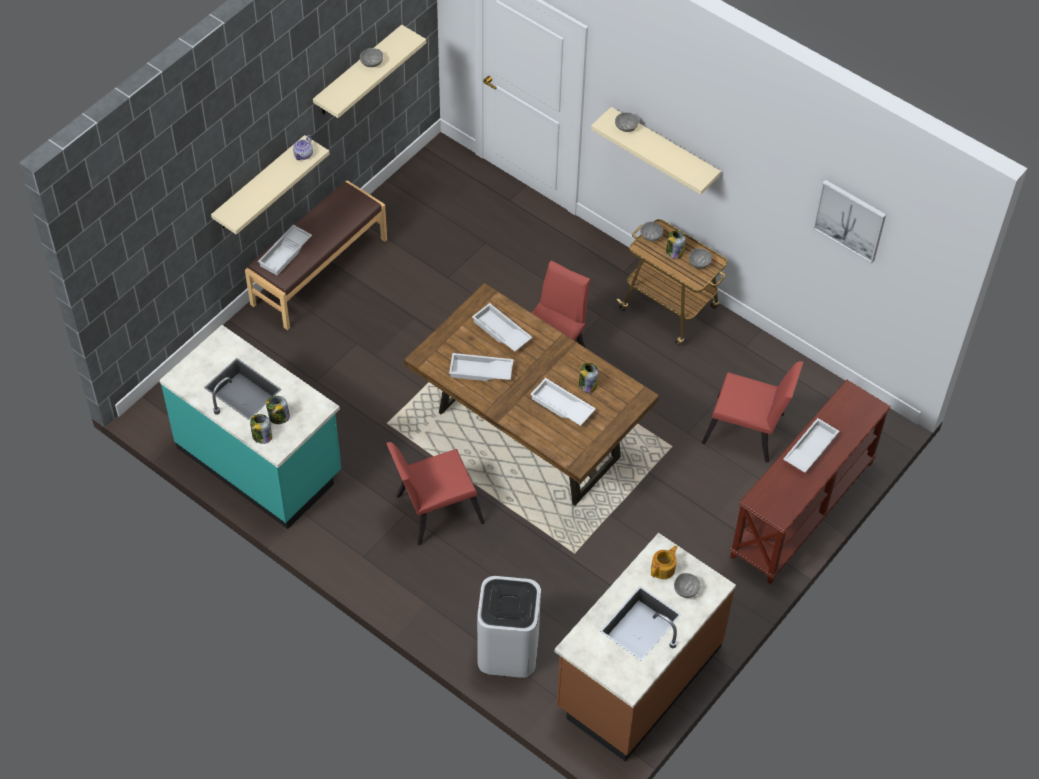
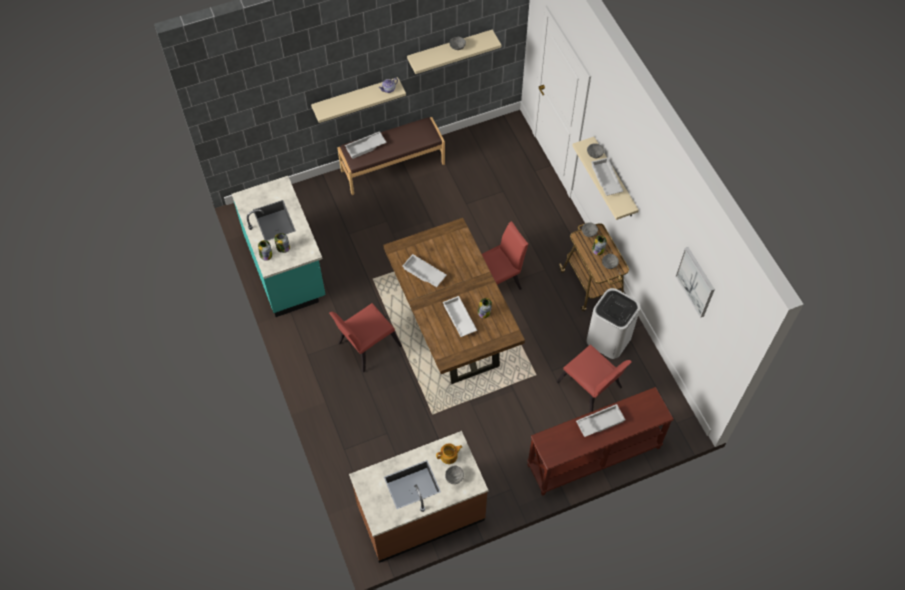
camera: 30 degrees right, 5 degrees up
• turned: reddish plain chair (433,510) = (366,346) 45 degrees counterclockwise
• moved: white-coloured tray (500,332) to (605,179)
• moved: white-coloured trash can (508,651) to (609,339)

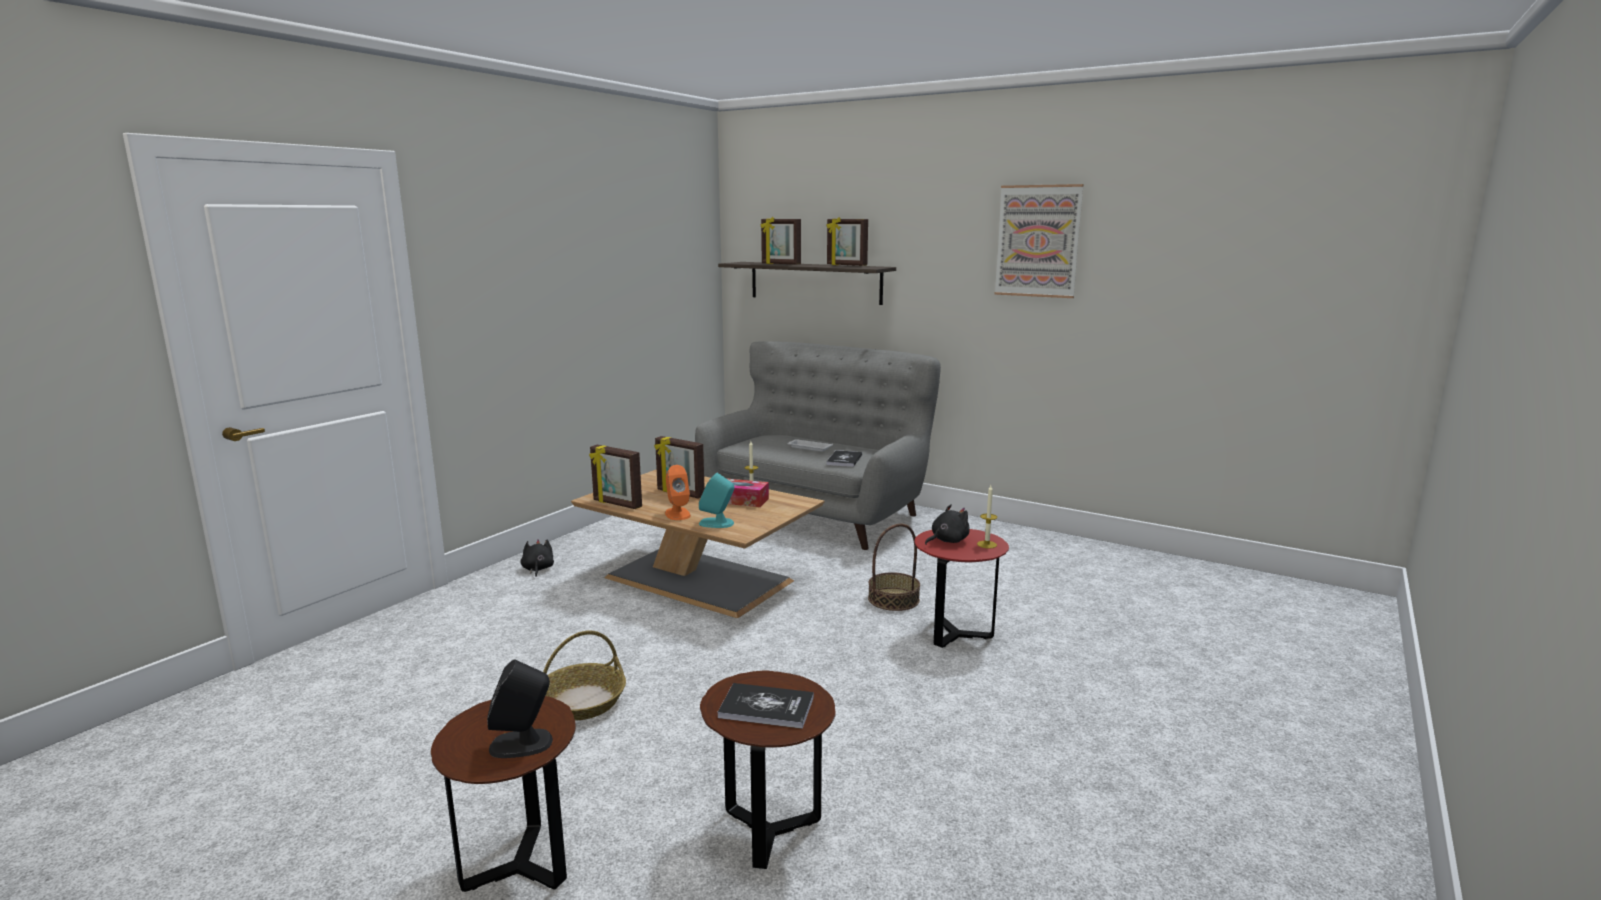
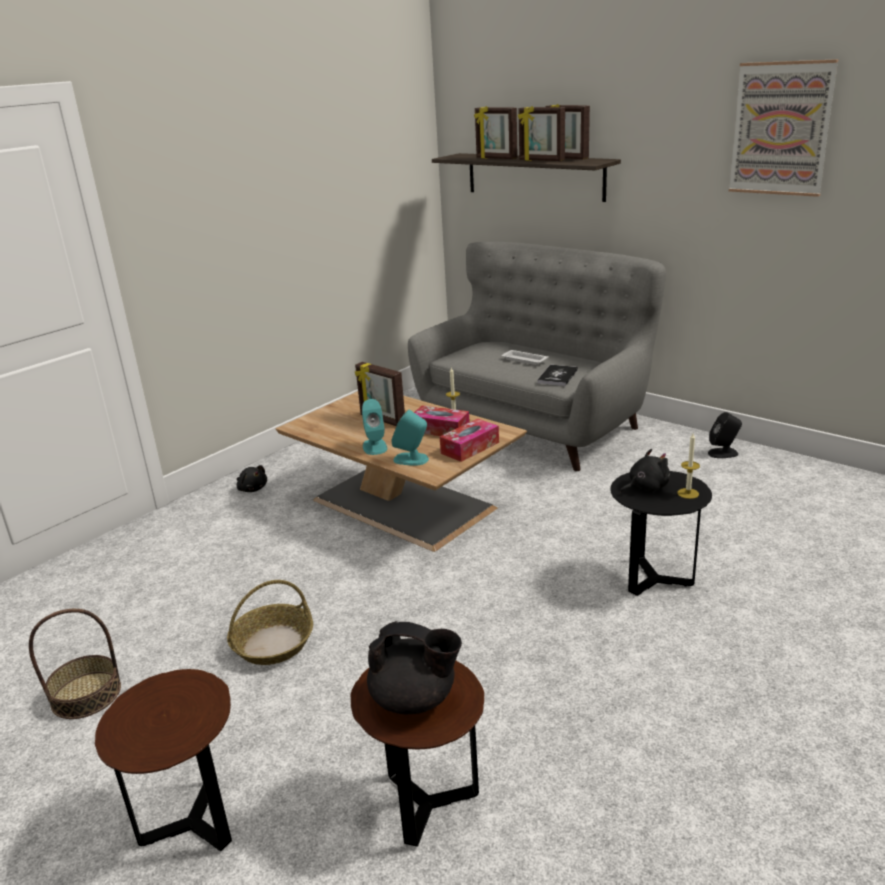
camera: 10 degrees right, 10 degrees up
• moved: black audio speaker (522,744) to (723,453)
• turned: black soft toy (537,569) = (252,489) 135 degrees clockwise
• moved: photo frame (617,504) to (541,160)
• recoloured: orange-coloured audio speaker (677,514) to blue-green audio speaker (374,447)
• replaced: bound book (766,707) to black pot for tea (415,699)
• moved: basket (893,599) to (86,695)
• recoloured: reddish side table (956,635) to black side table (655,580)
• added: box of tissues (470,448)

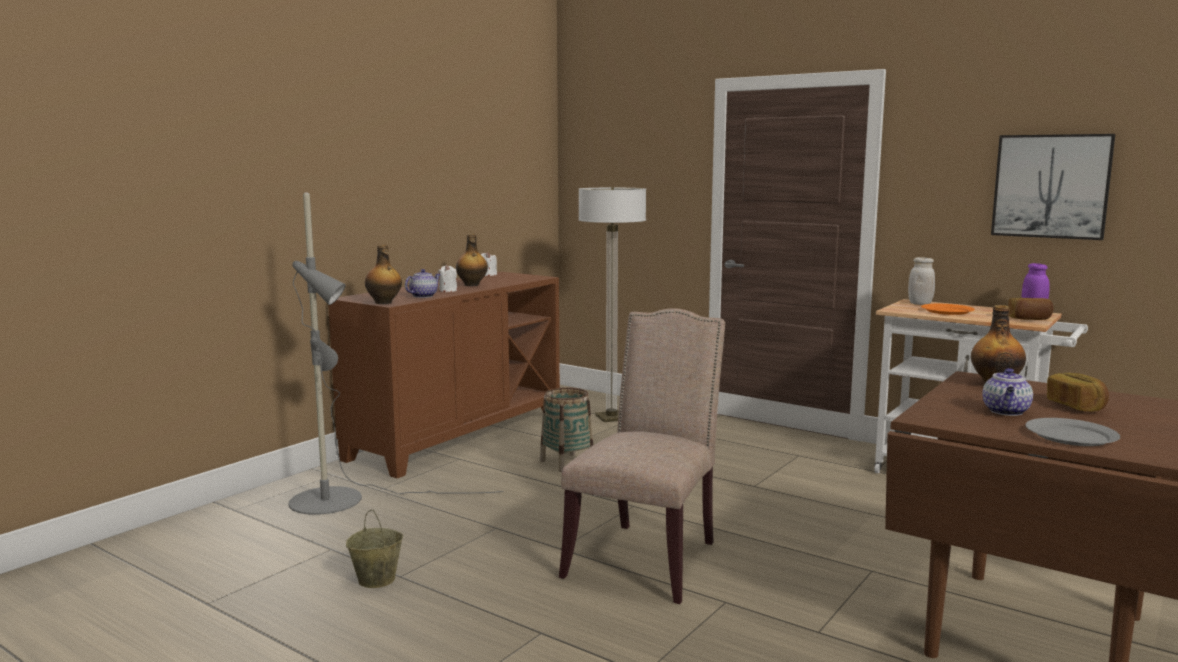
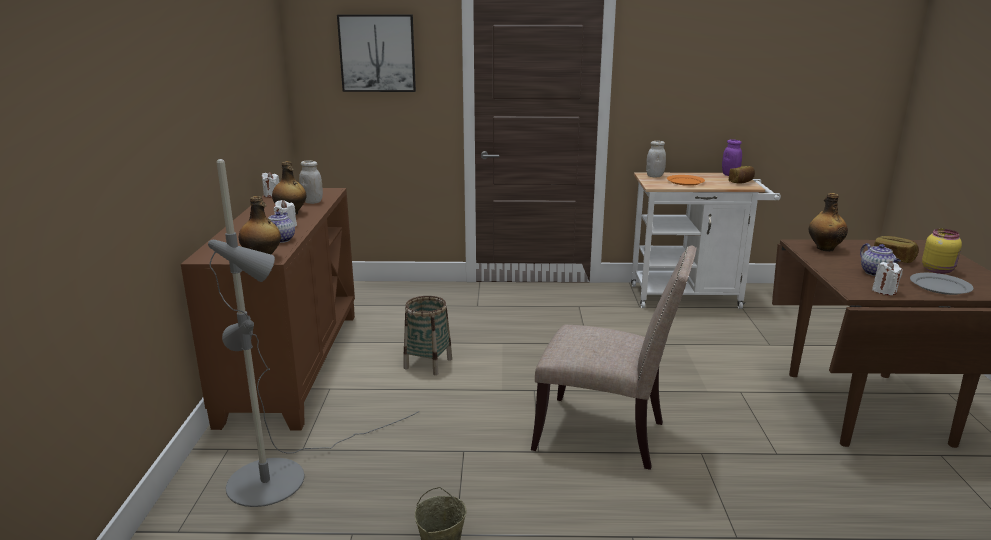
camera: 35 degrees left, 10 degrees up
• turned: sand-coloured plain chair (647,557) = (606,435) 120 degrees clockwise
• removed: standing lamp (611,418)
• moved: picture (1051,186) to (377,53)
• added: white-coloured preserve jar (312,202)
• added: white-coloured candle (884,291)
• added: yellow-coloured preserve jar (938,270)

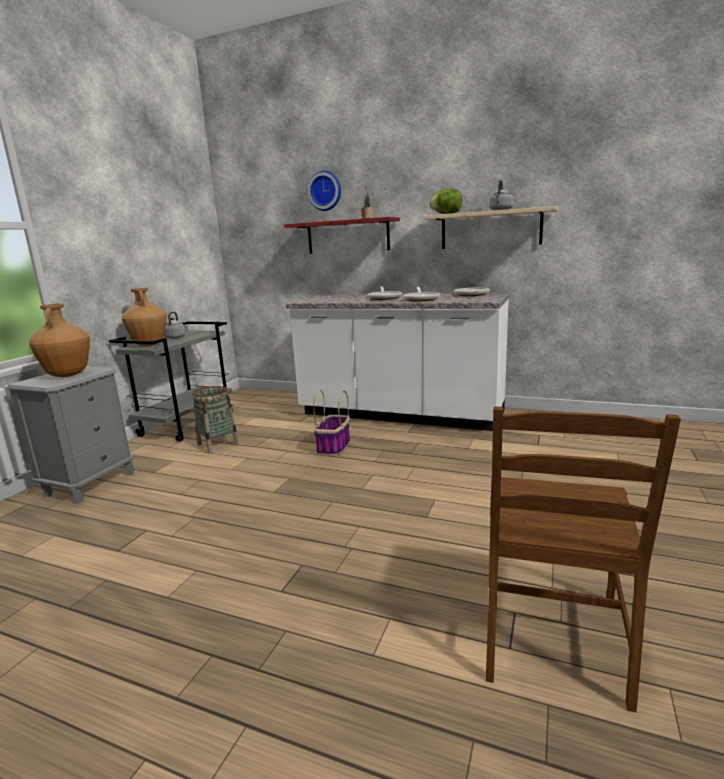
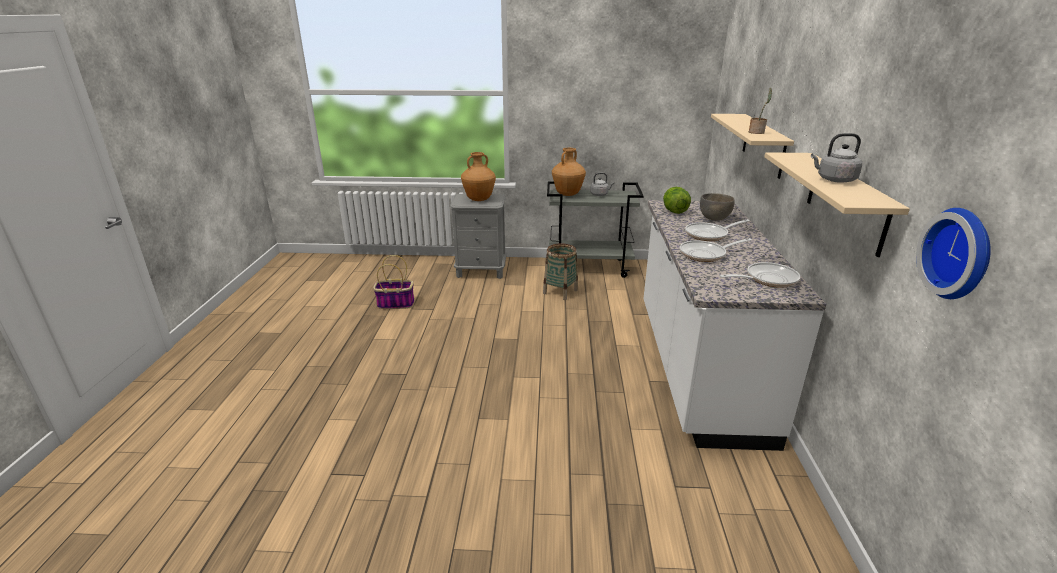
camera: 70 degrees right, 10 degrees up
• recoloured: reddish wall shelf (347,236) to sand-coloured wall shelf (763,145)
• moved: hanging clock (325,191) to (960,253)
• moved: basket (333,447) to (395,304)
• moved: lettuce (446,214) to (674,211)
• removed: brownish plain chair (553,637)
• added: gray deep dish (714,219)

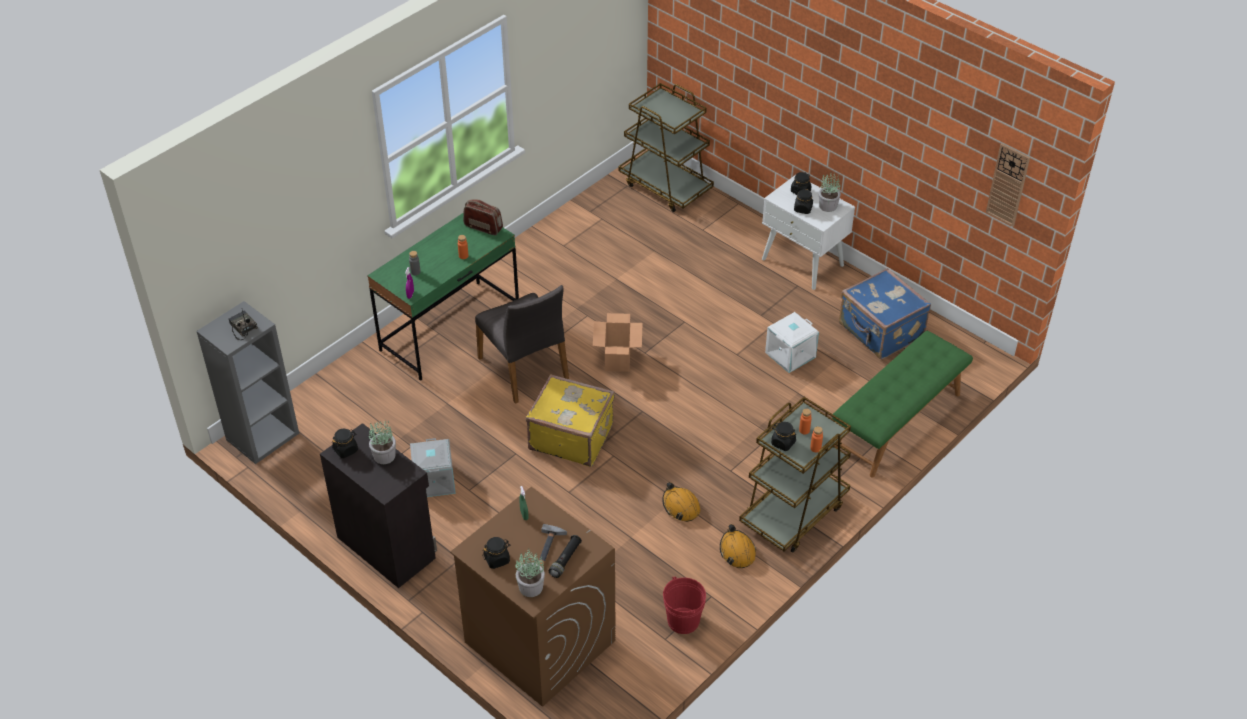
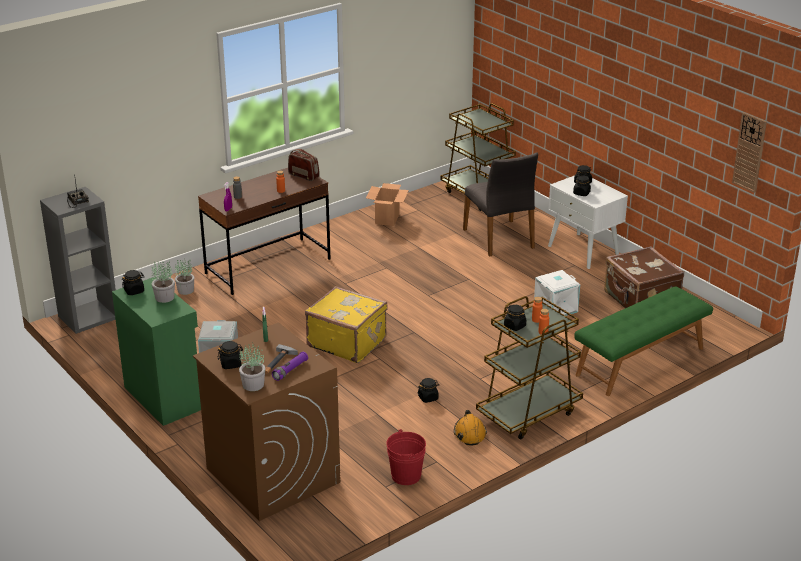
camera: 10 degrees right, 15 degrees down
• recoloured: black cupboard (387,546) to green cupboard (164,397)
• recoloured: green desk (450,330) to brownish desk (268,266)
• moved: gray plain chair (525,369) to (499,238)
• recoloured: black flashlight (565,560) to purplish flashlight (290,370)
• moved: packing box (617,358) to (387,218)
• replaced: orange-coloured work helmet (681,506) to black preserve jar (428,398)
• moved: houseplant (828,205) to (186,290)
• recoloured: bluish travel case (880,332) to brownish travel case (640,301)

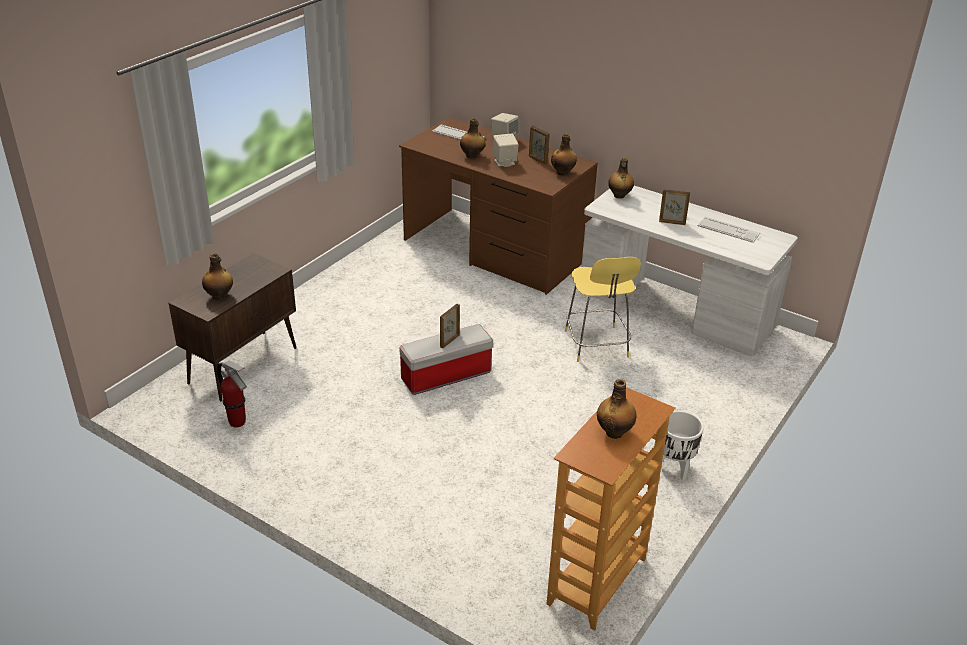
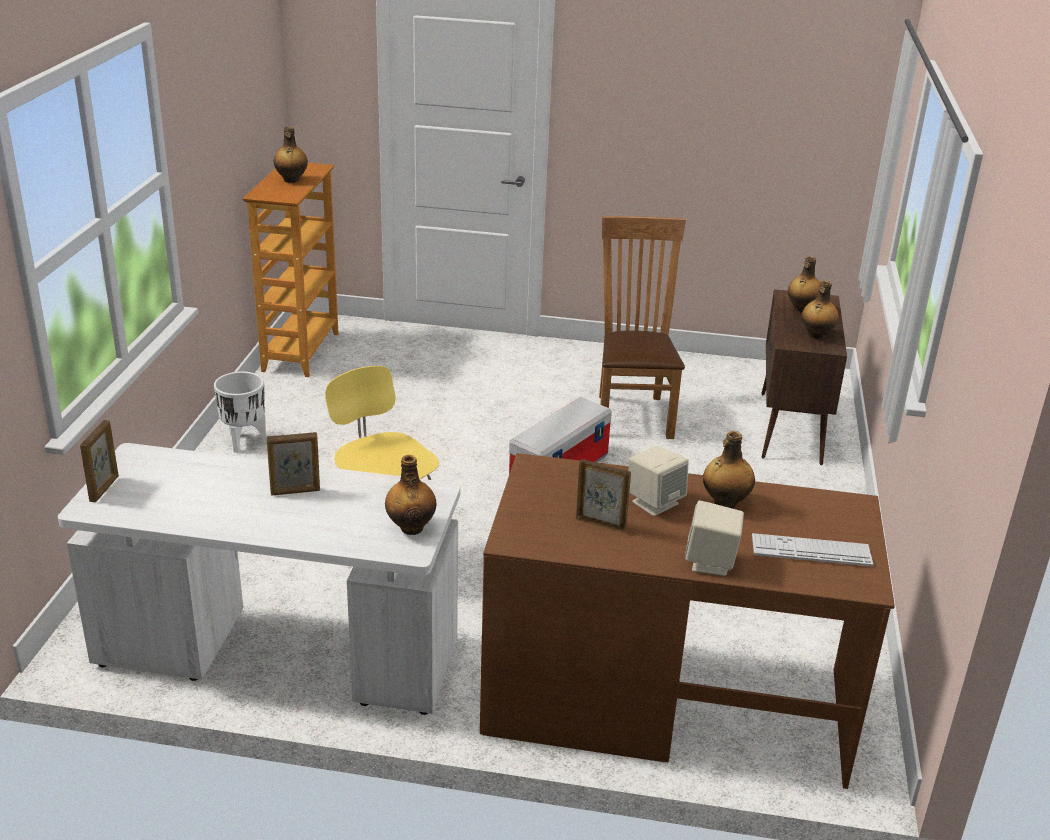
camera: 155 degrees right, 5 degrees down
• removed: extinguisher (238,422)
• moved: photo frame (449,341) to (105,488)
• moved: drink bottle (563,172) to (816,335)
• removed: PC keyboard (728,230)
• added: brownish plain chair (632,413)

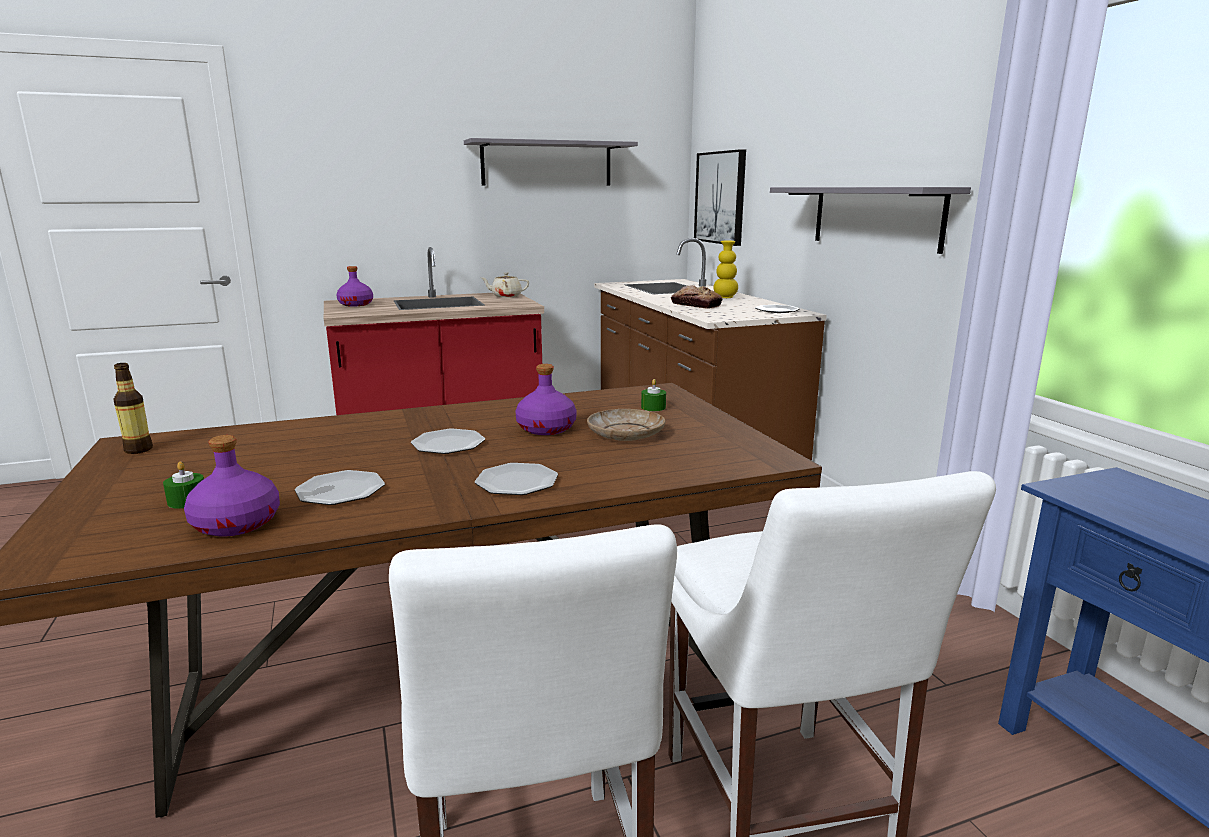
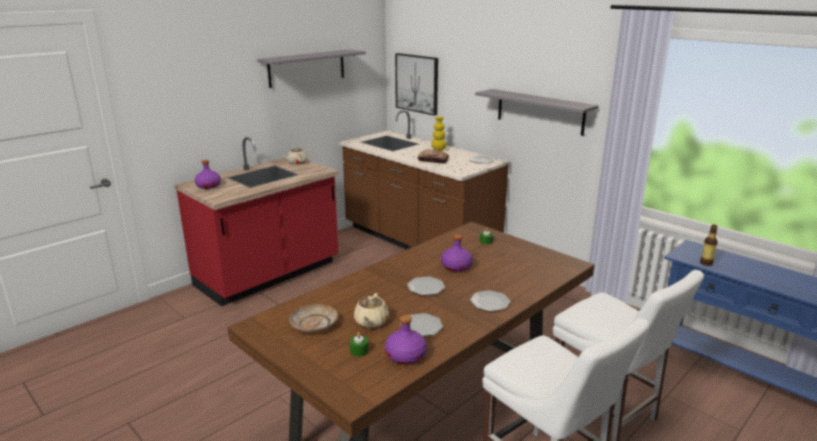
camera: 25 degrees left, 5 degrees up
• moved: drink bottle (138,450) to (706,263)
• moved: sand-coloured plate (625,434) to (314,324)
• added: sand-coloured pot for tea (371,322)

